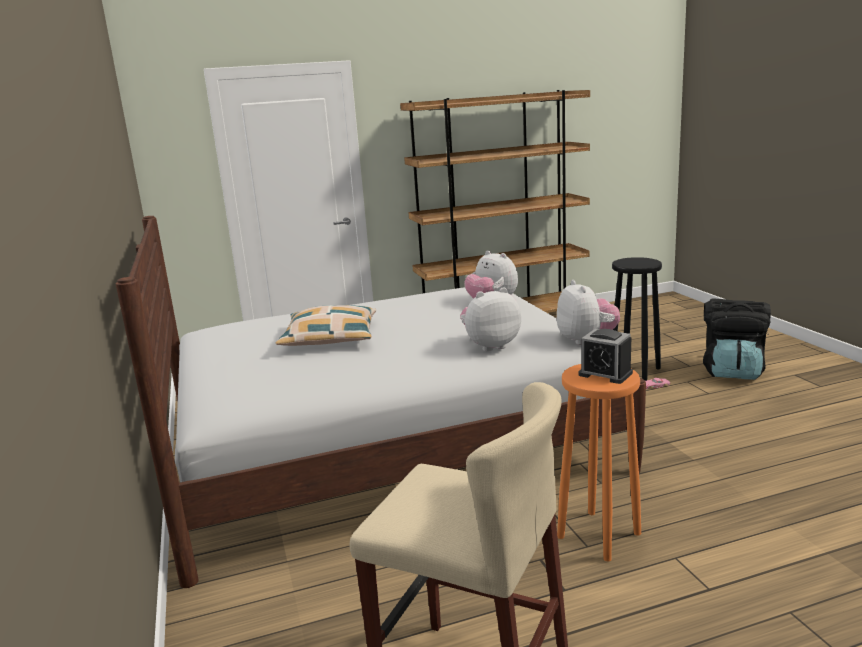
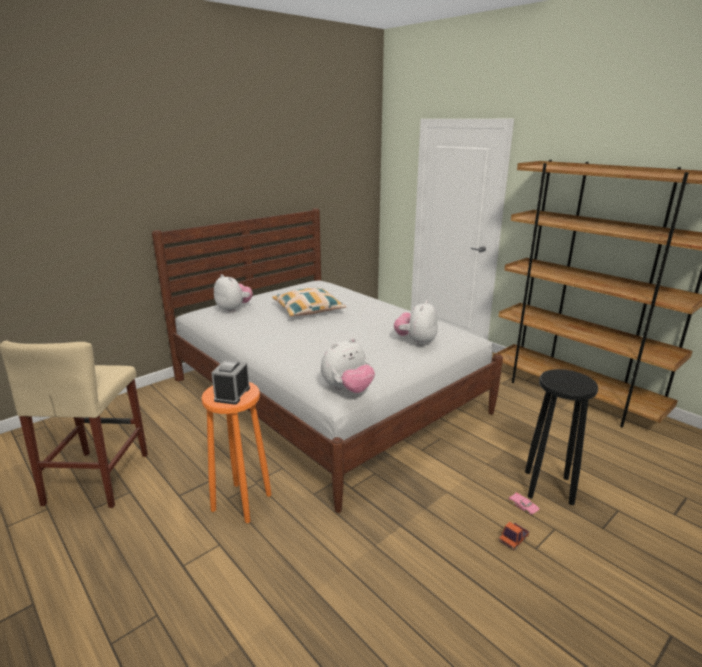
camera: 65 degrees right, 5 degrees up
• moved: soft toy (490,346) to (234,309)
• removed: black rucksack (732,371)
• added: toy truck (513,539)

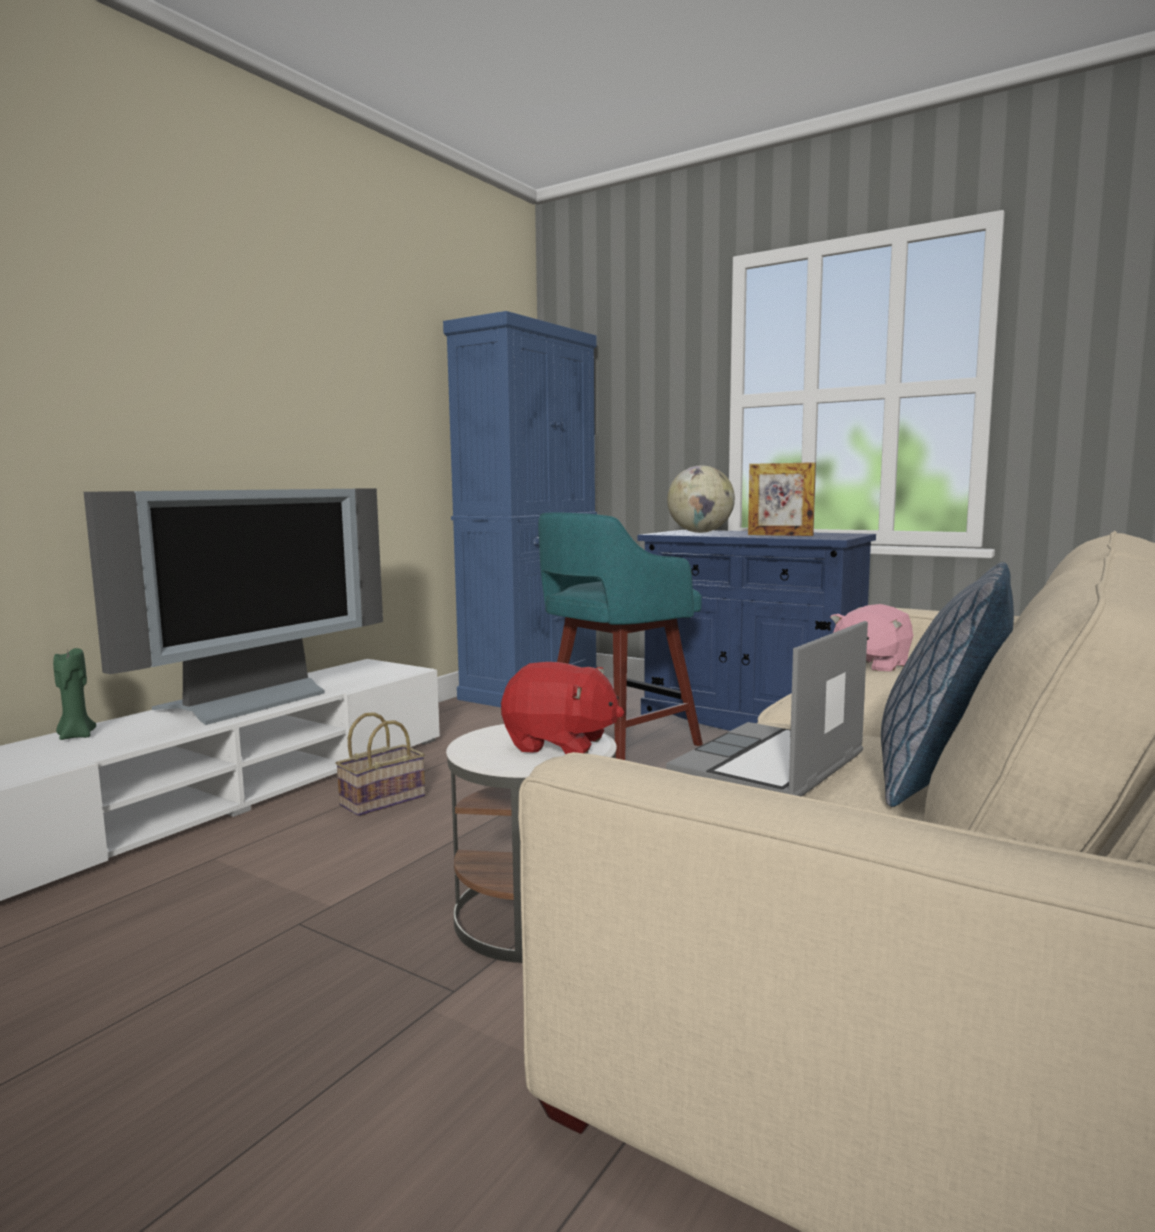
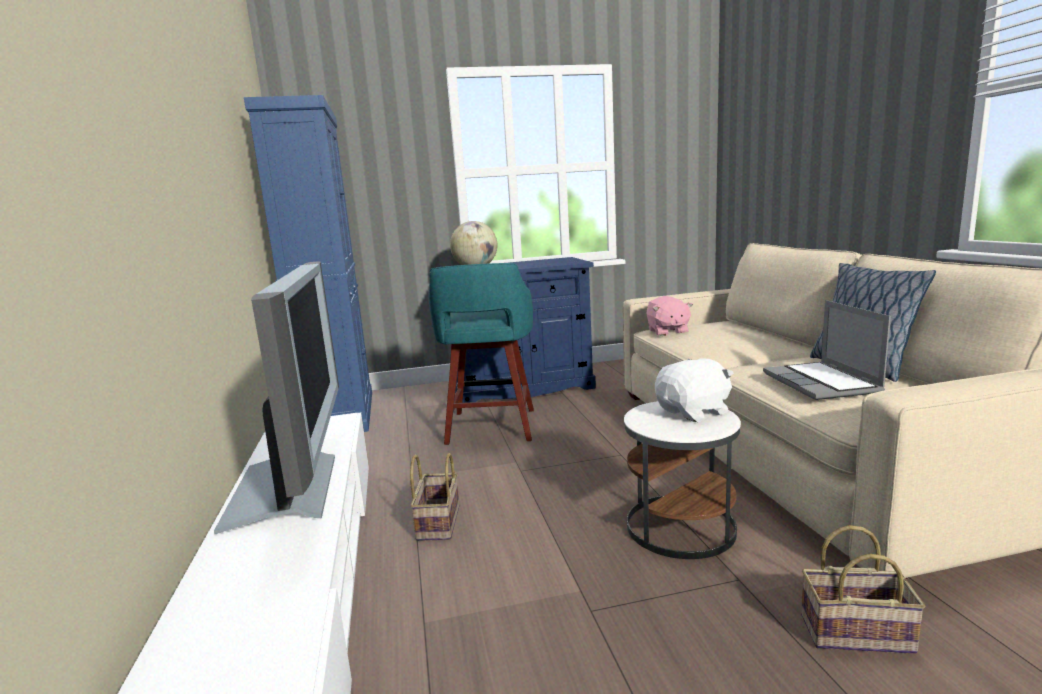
camera: 45 degrees left, 5 degrees up
• removed: green candle (76,736)
• recoloured: reddish soft toy (560,744) to white-coloured soft toy (694,412)
• removed: photo frame (780,535)
• added: basket (858,632)

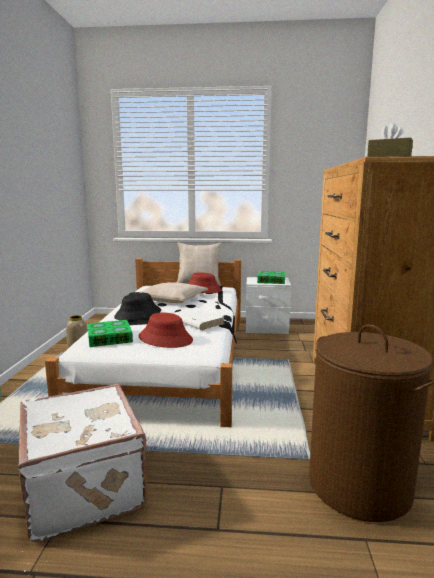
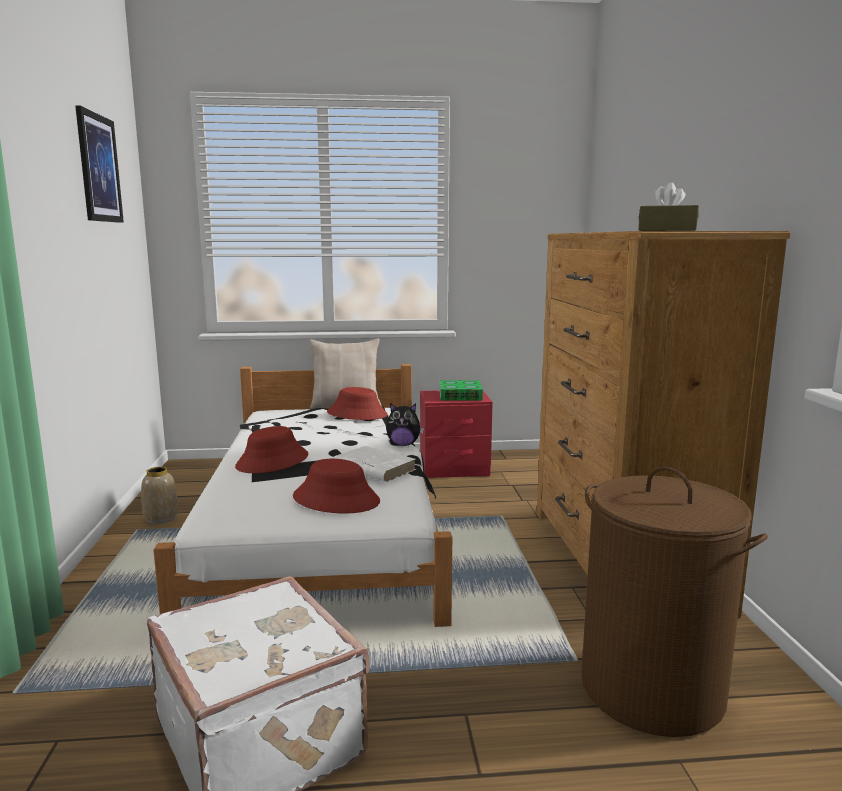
camera: 10 degrees left, 0 degrees up
• removed: bound book (109,338)
• recoloured: black clothing hat (138,314) to reddish clothing hat (272,461)
• removed: sand-coloured cushion (174,299)
• recoloured: white-coloured nightstand (266,328) to reddish nightstand (454,468)
• added: picture (99,168)
• added: soft toy (403,444)

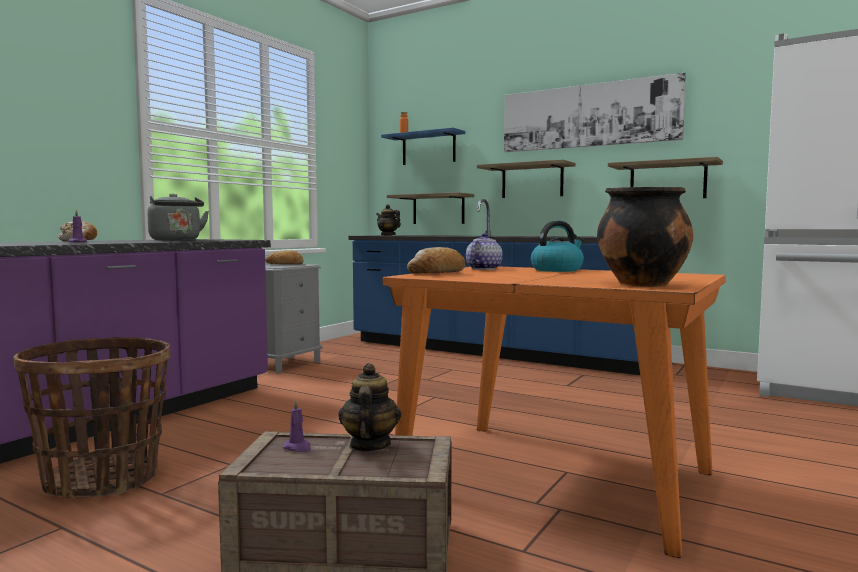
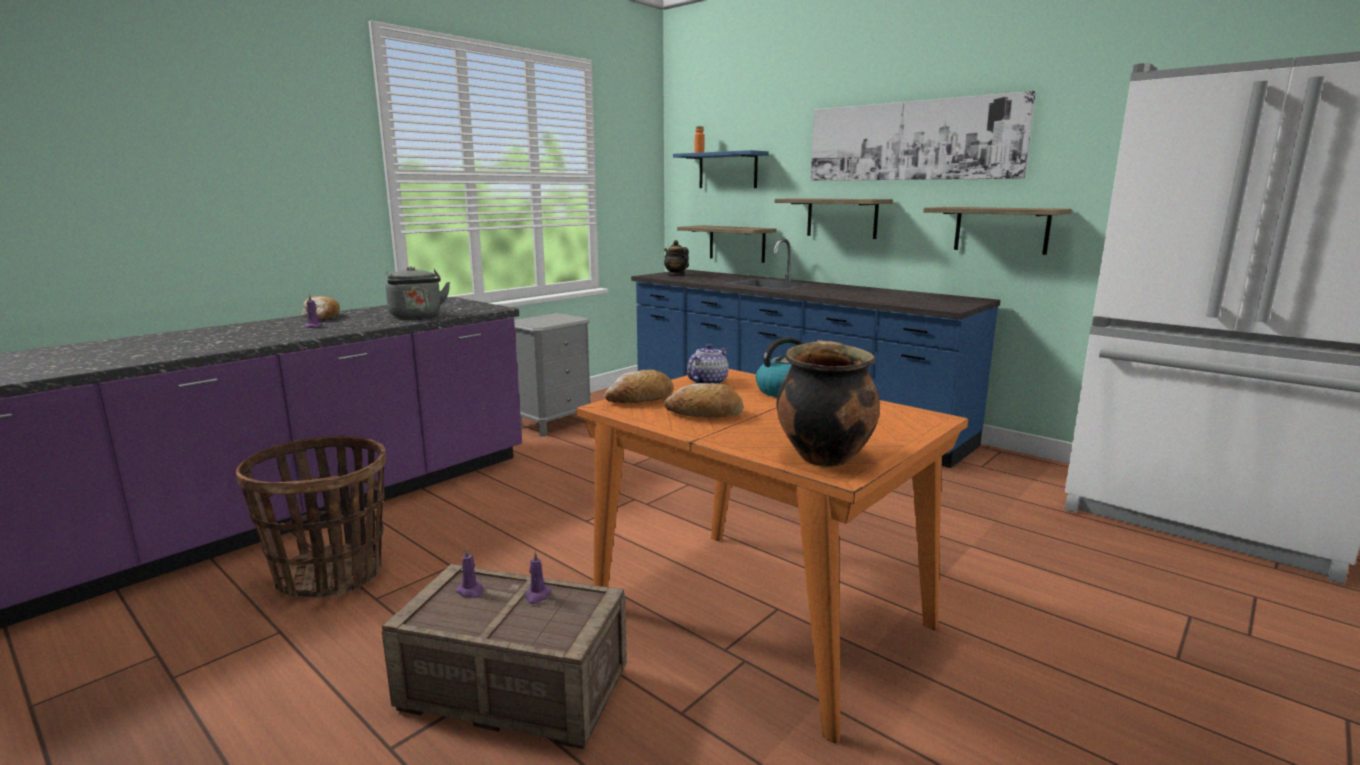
camera: 10 degrees right, 10 degrees up
• moved: bread (285,264) to (705,414)
• replaced: pot for tea (369,445) to purplish candle (537,596)

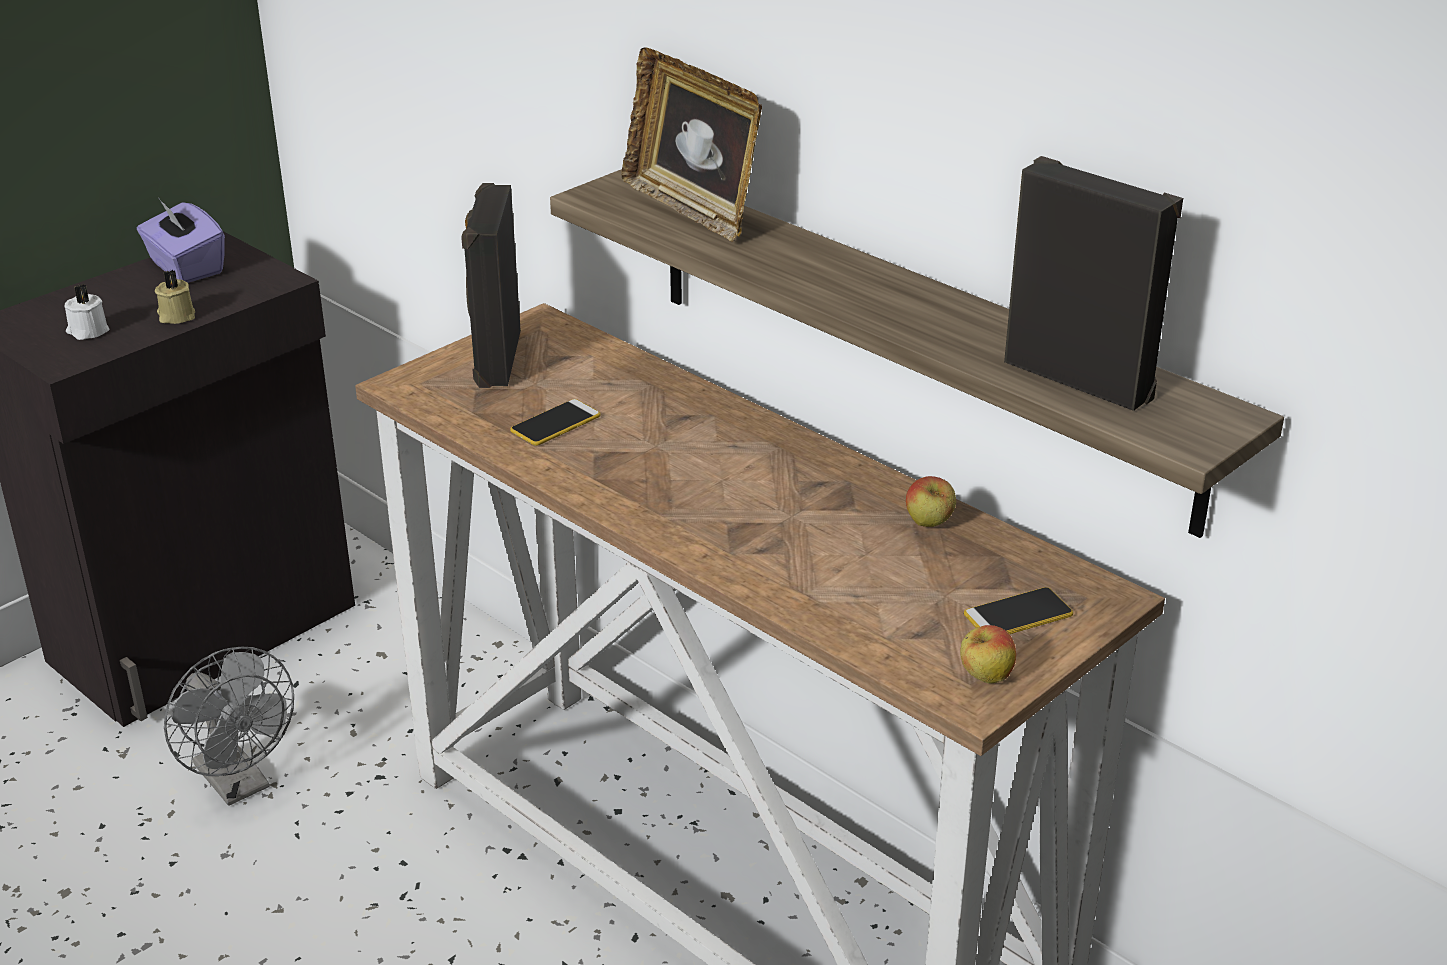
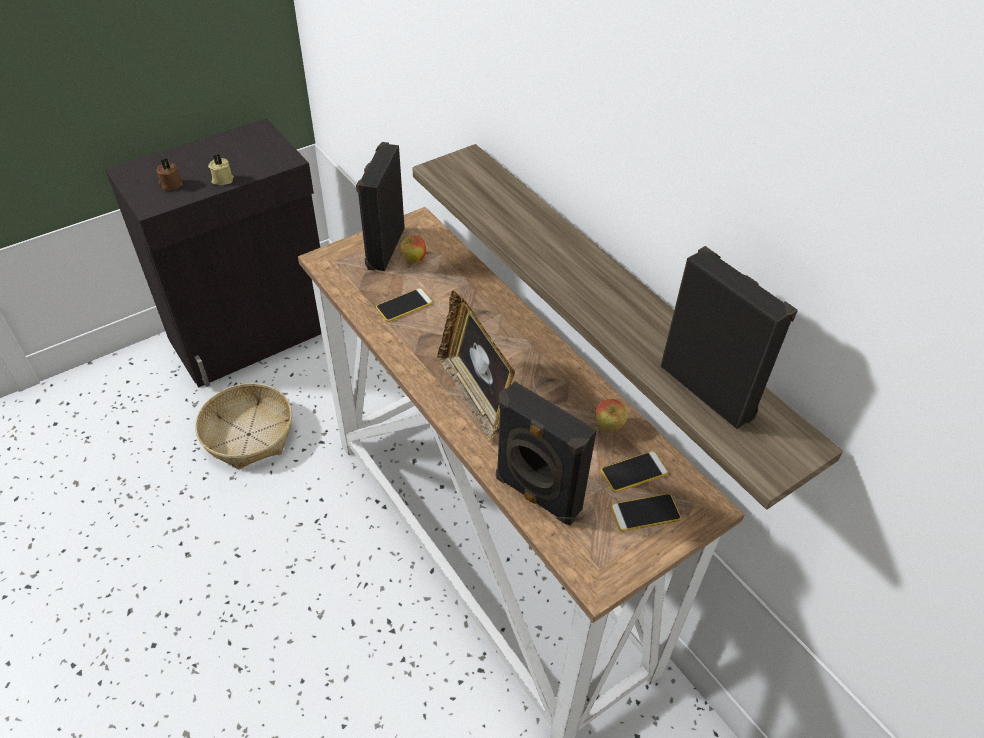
camera: 10 degrees right, 15 degrees up
• recoloured: white-coloured candle (87,331) to brownish candle (171,184)
• removed: purplish box of tissues (185,267)
• replaced: gray cooling fan (239,784) to basket (248,434)
• moved: photo frame (692,208) to (475,395)
• moved: whole apple (985,678) to (413,260)
• added: black audio speaker (536,495)
• added: phone (634,472)

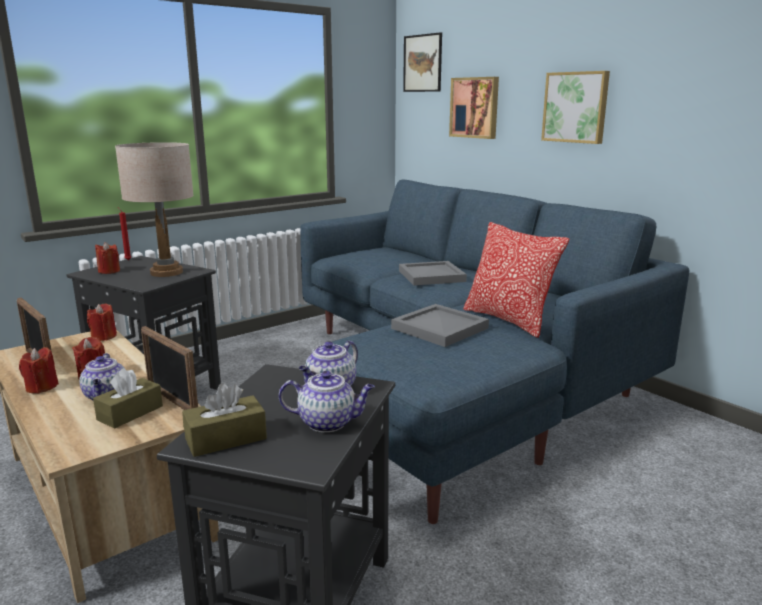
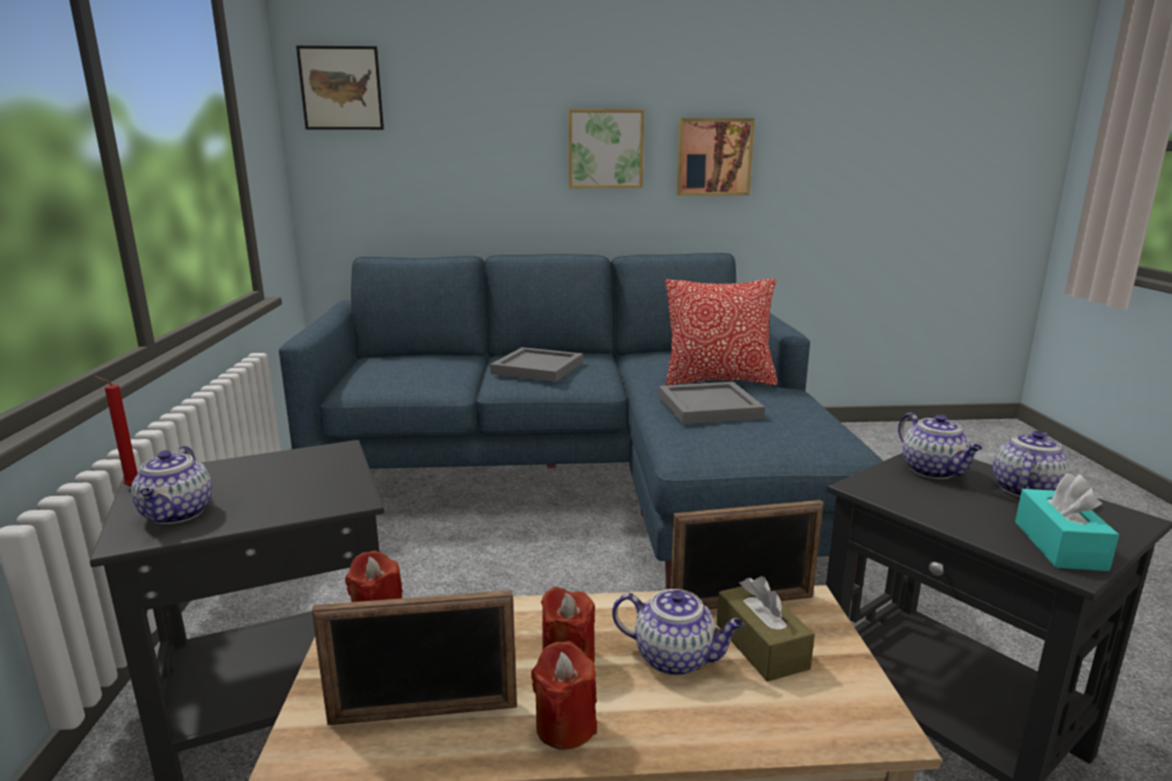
camera: 55 degrees left, 0 degrees up
• replaced: reddish candle (109,271) to pot for tea (177,514)
• removed: sand-coloured lamp for a table (167,272)
• recoloured: brownish box of tissues (226,439) to blue-green box of tissues (1059,545)
• moved: picture (475,107) to (713,157)

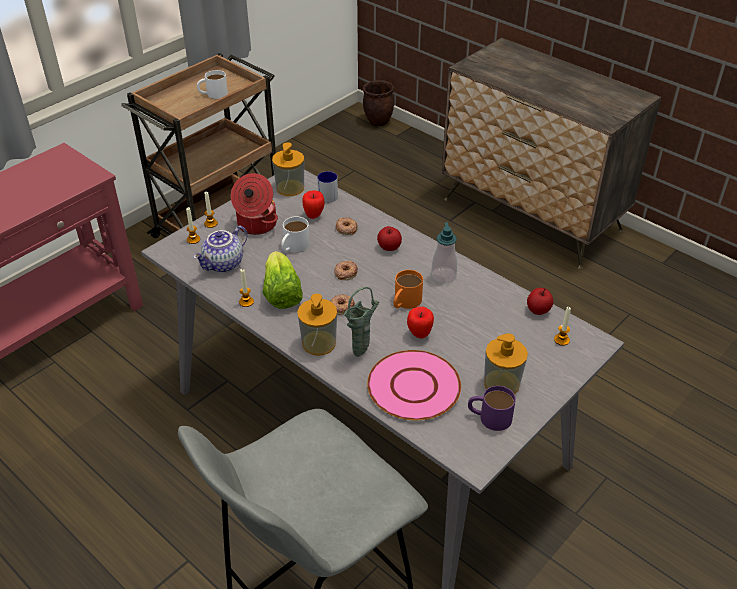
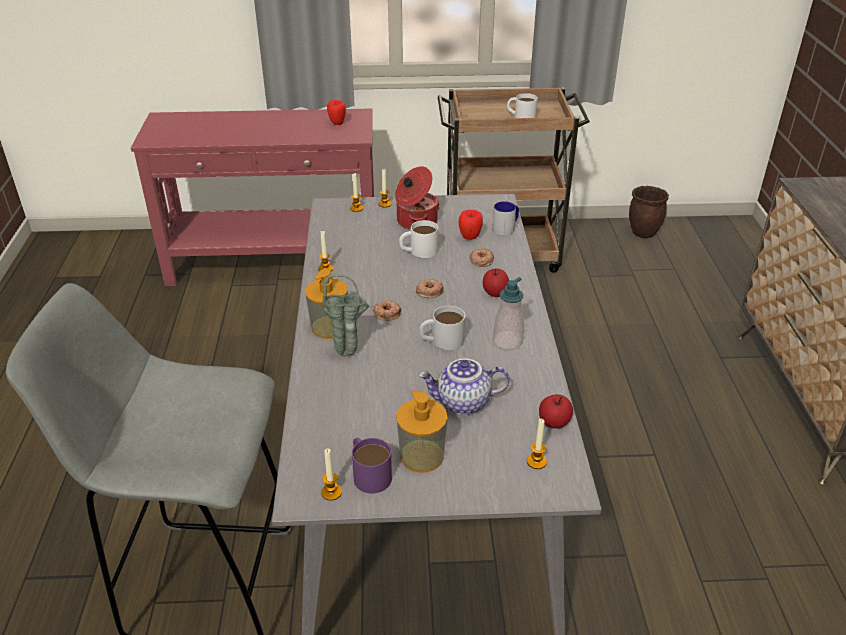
camera: 45 degrees right, 5 degrees down
• moved: pot for tea (224,264) to (463,403)
• removed: lettuce (281,293)
• removed: soap bottle (290,188)
• moved: brownish plant pot (378,122) to (643,233)
• removed: pink plate (414,387)
• recoloured: orange-coloured mug (405,302) to white-coloured mug (441,340)
• moved: whole apple (419,335) to (337,123)
• added: candle (331,492)

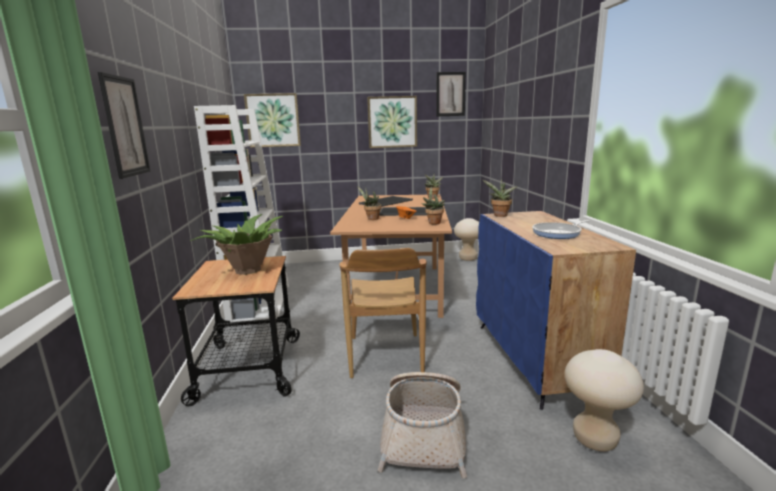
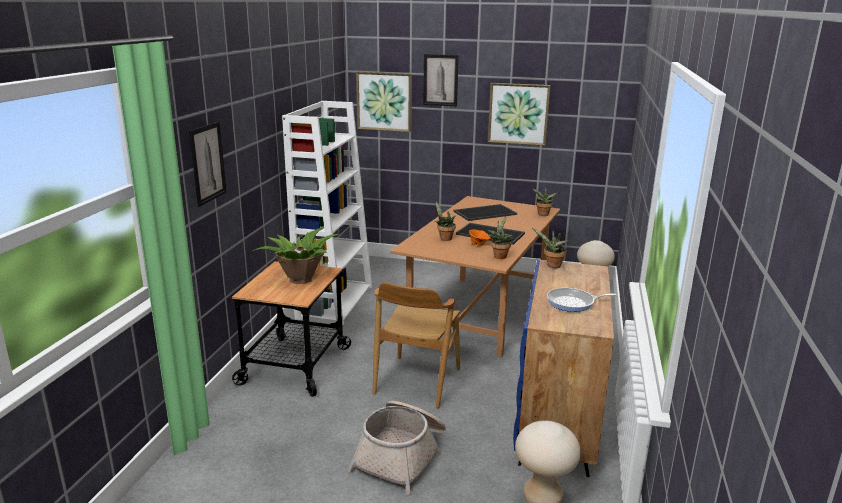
camera: 20 degrees right, 5 degrees up
• moved: picture (450,94) to (440,80)

